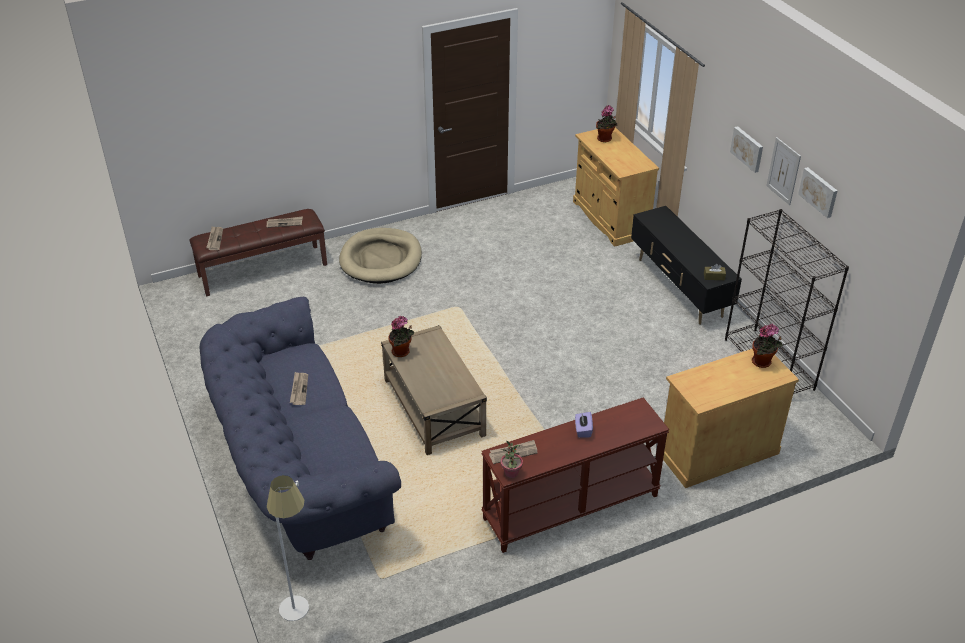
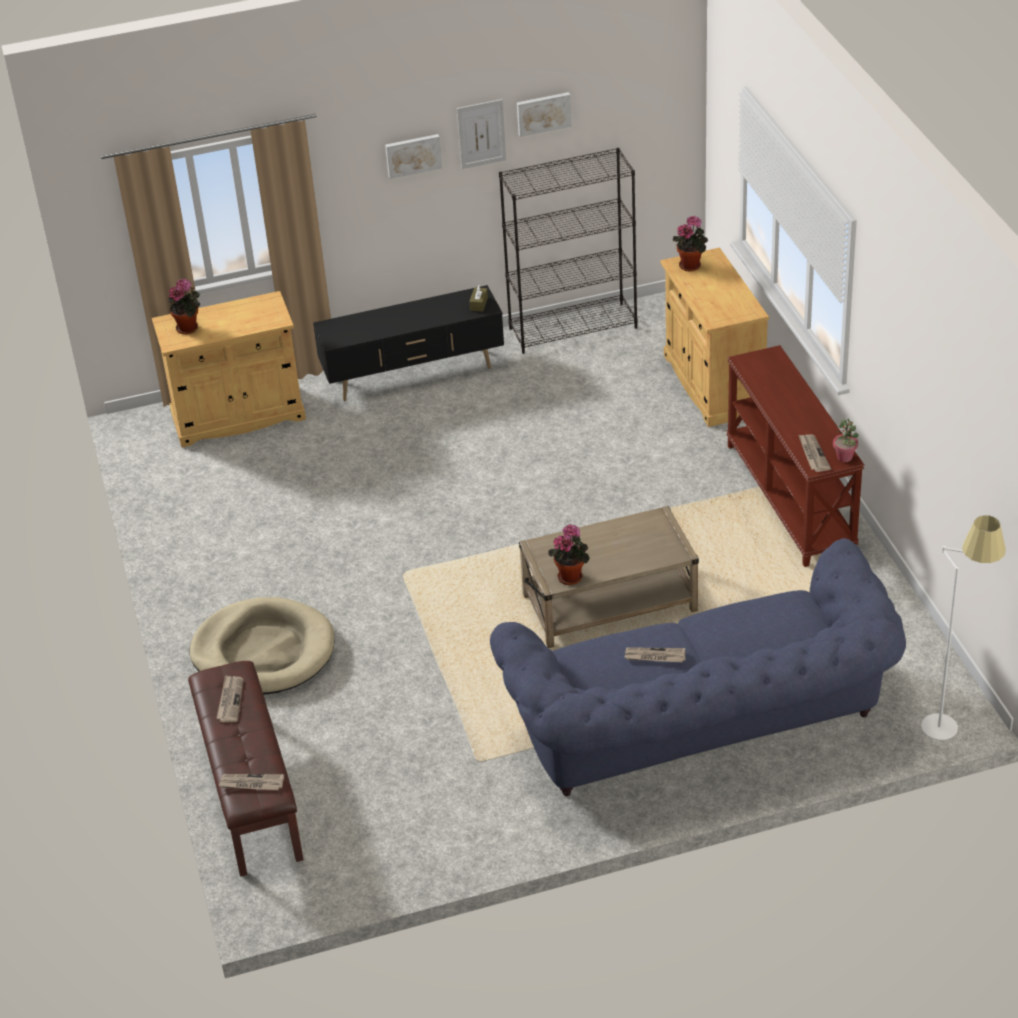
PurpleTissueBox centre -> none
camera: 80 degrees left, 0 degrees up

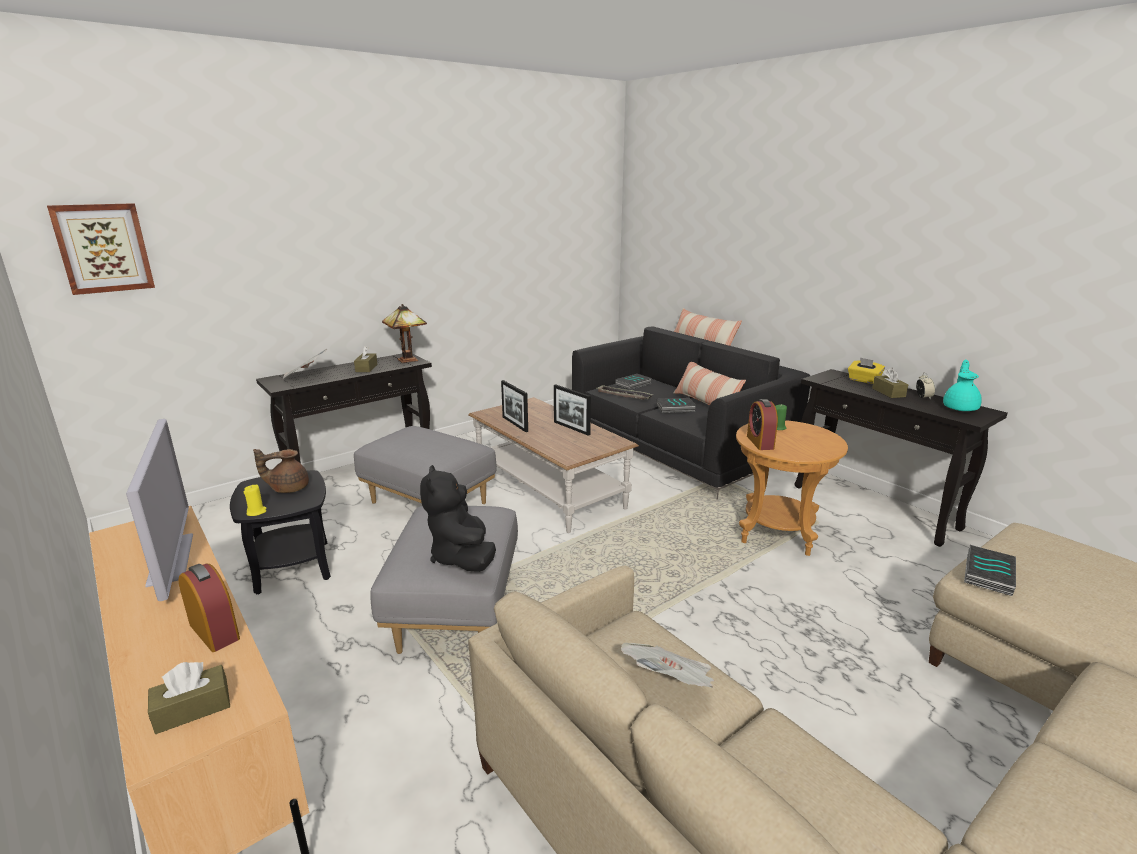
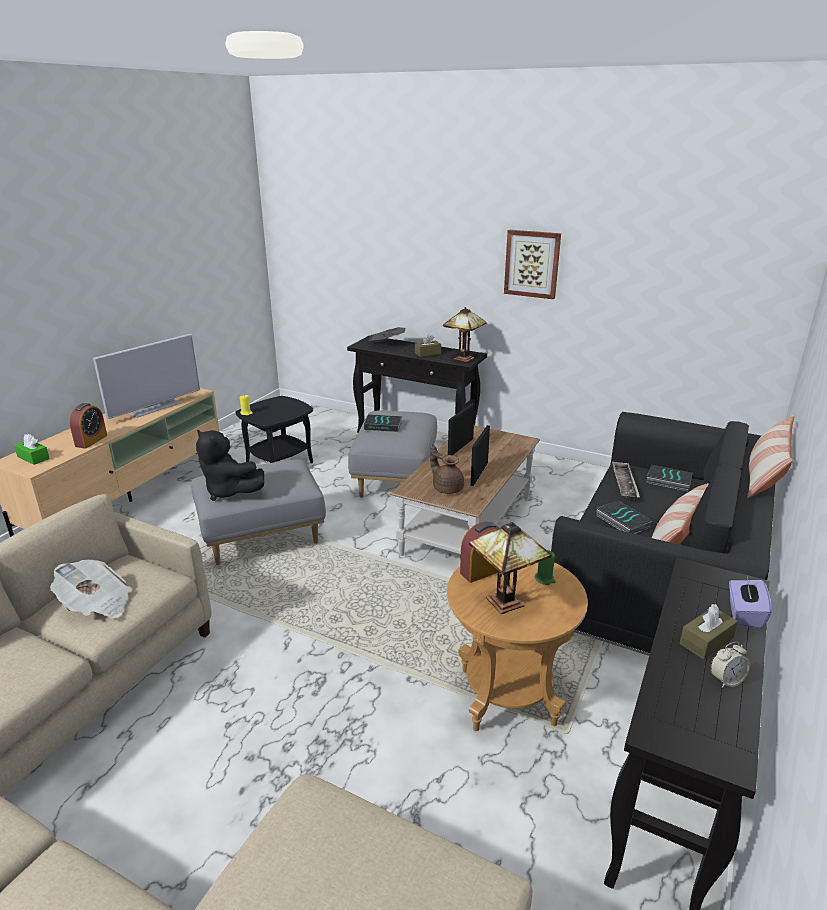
Picture top left -> Picture top centre, moved
YellowTissueBox middle right -> PurpleTissueBox middle right
TurquoiseTeapot middle right -> none
BrownTeapot middle left -> BrownTeapot centre, moved
BlackPlushToy centre -> BlackPlushToy middle left, 105 degrees counterclockwise
Book (3rd from left in the first image) bottom right -> Book (1st from left) centre, moved
BrownTissueBox (1st from left) bottom left -> GreenTissueBox middle left
none -> TableLamp (2nd from left) centre
camera: 65 degrees right, 5 degrees up

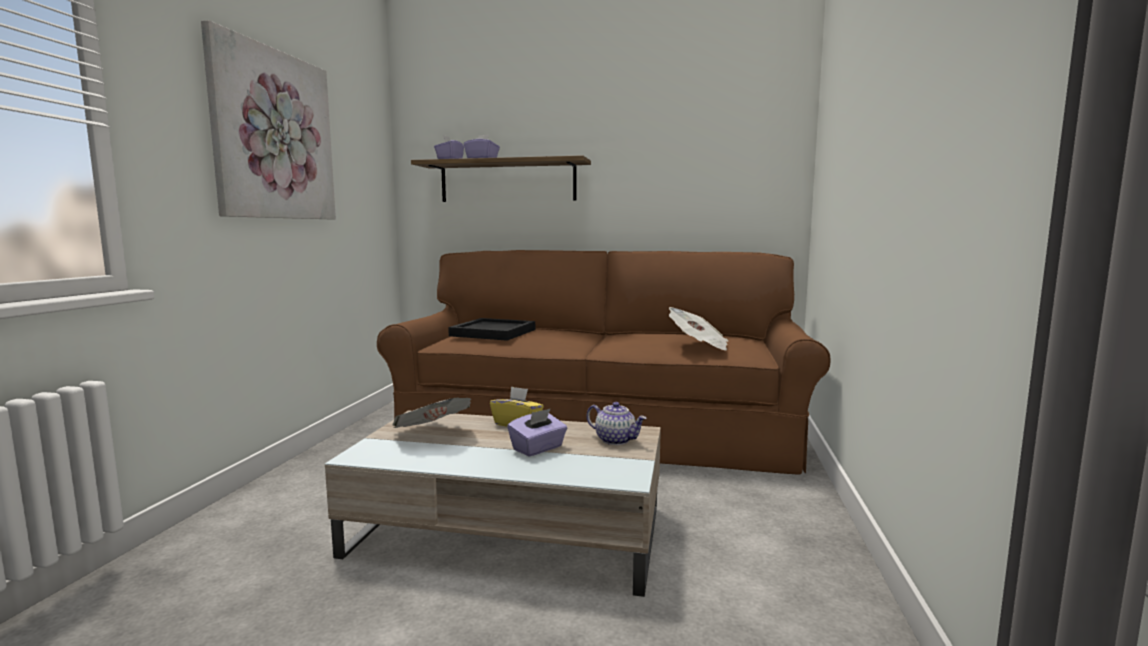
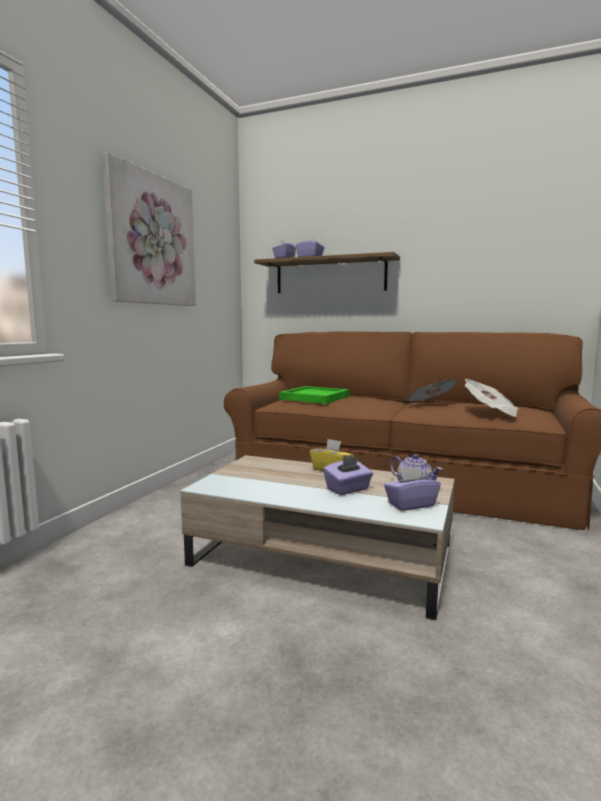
BlackTray centre -> GreenTray centre
Newspaper (1st from left) centre -> Newspaper (1st from left) middle right, moved
none -> PurpleTissueBox (4th from left) middle right
camera: 10 degrees right, 0 degrees up

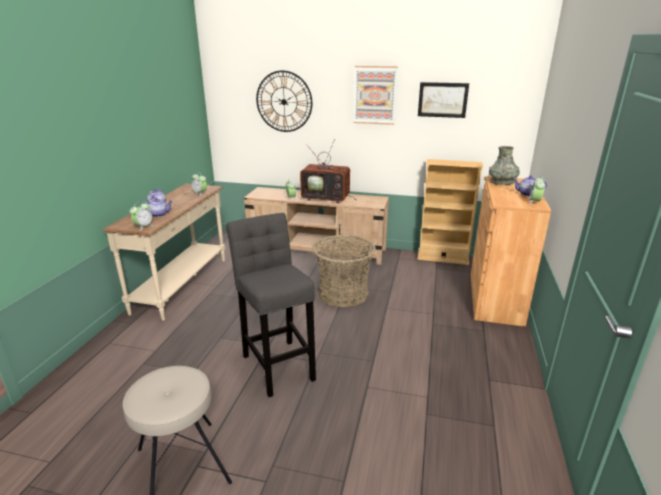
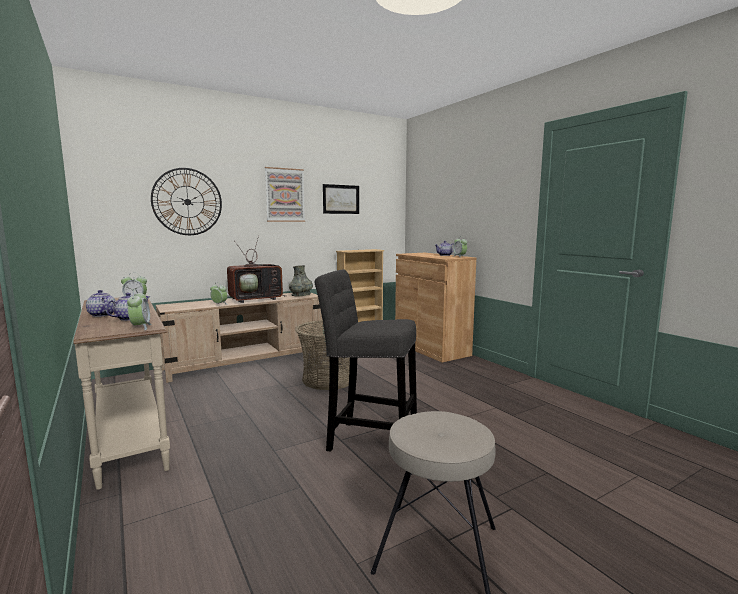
GreyVase middle right -> GreyVase centre, moved
camera: 45 degrees left, 15 degrees down

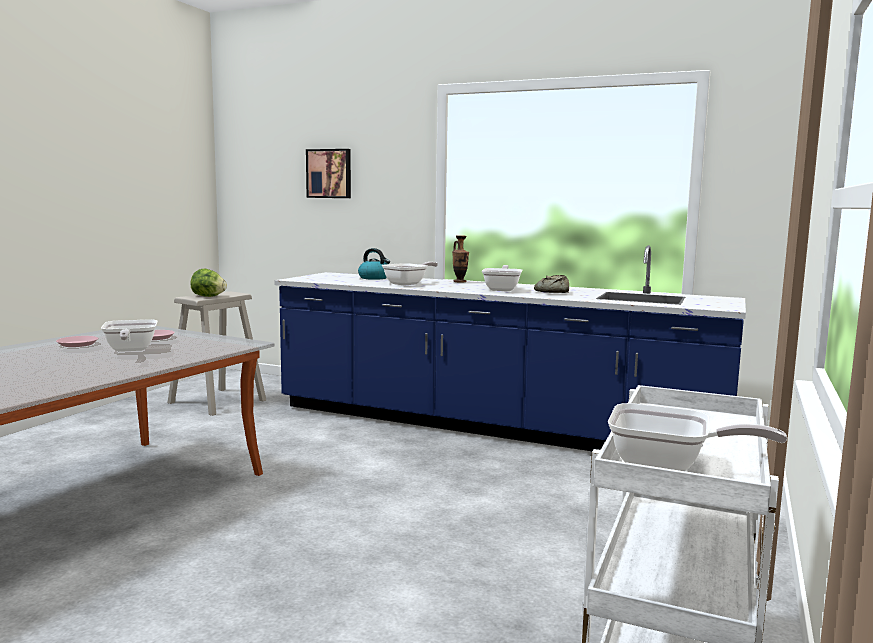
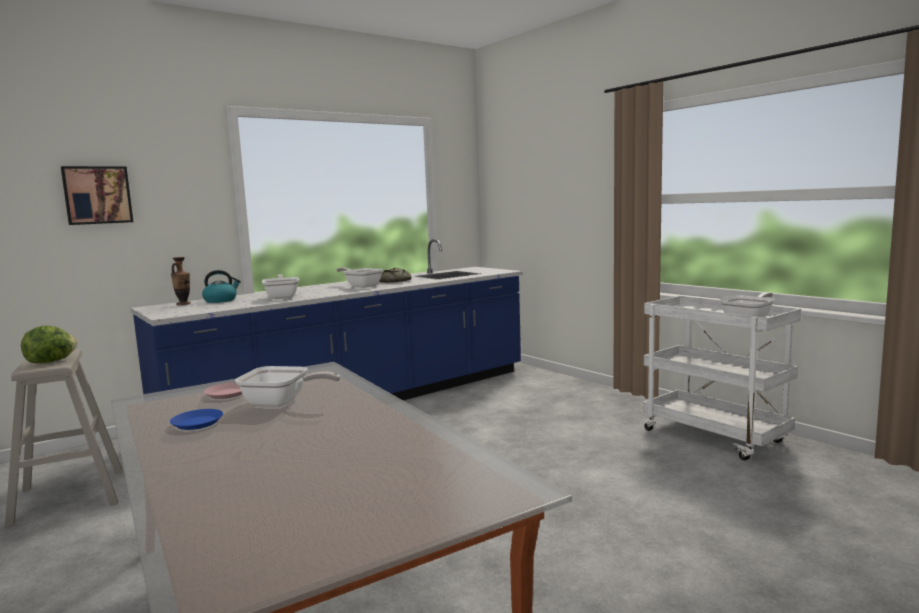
Vase centre -> Vase middle left, moved
PinkPlate (1st from left) middle left -> BluePlate bottom left
camera: 60 degrees left, 0 degrees up

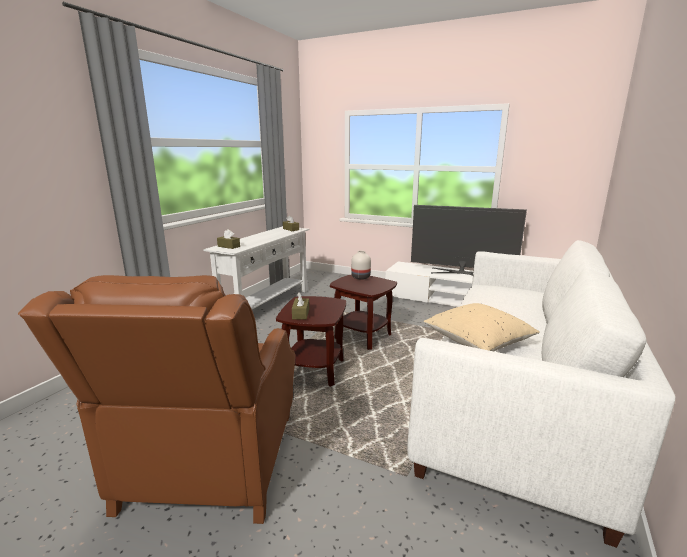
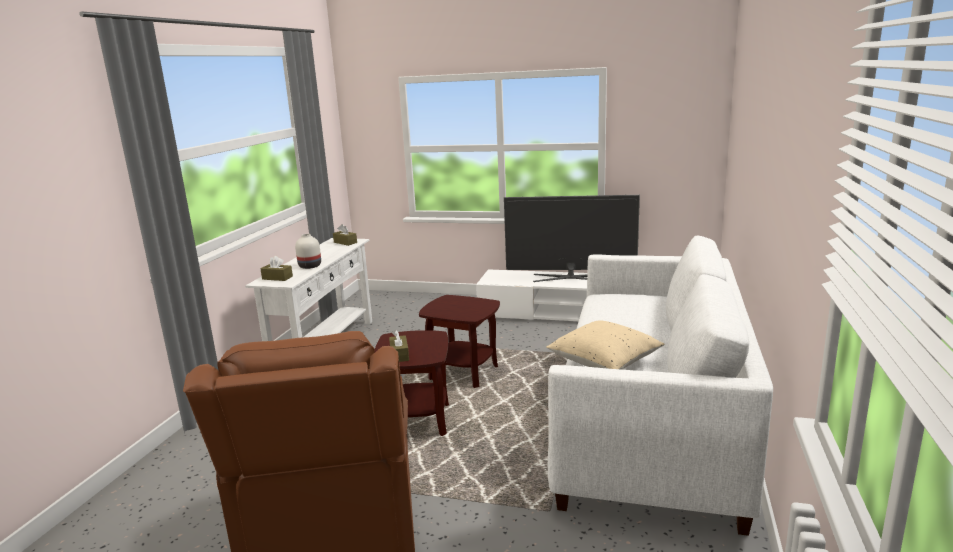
WhiteVase centre -> WhiteVase middle left, moved
camera: 10 degrees left, 0 degrees up

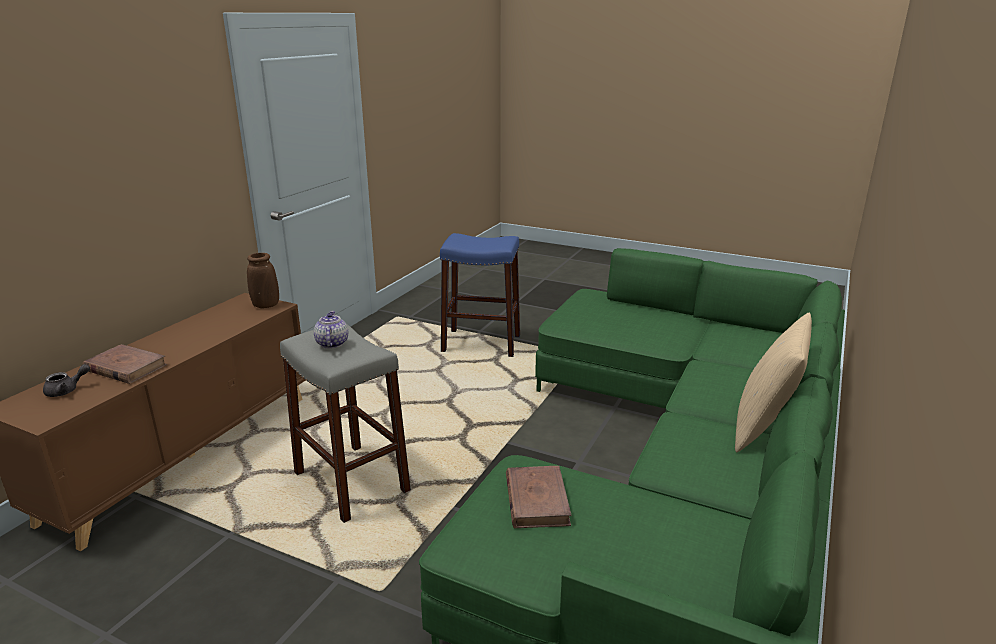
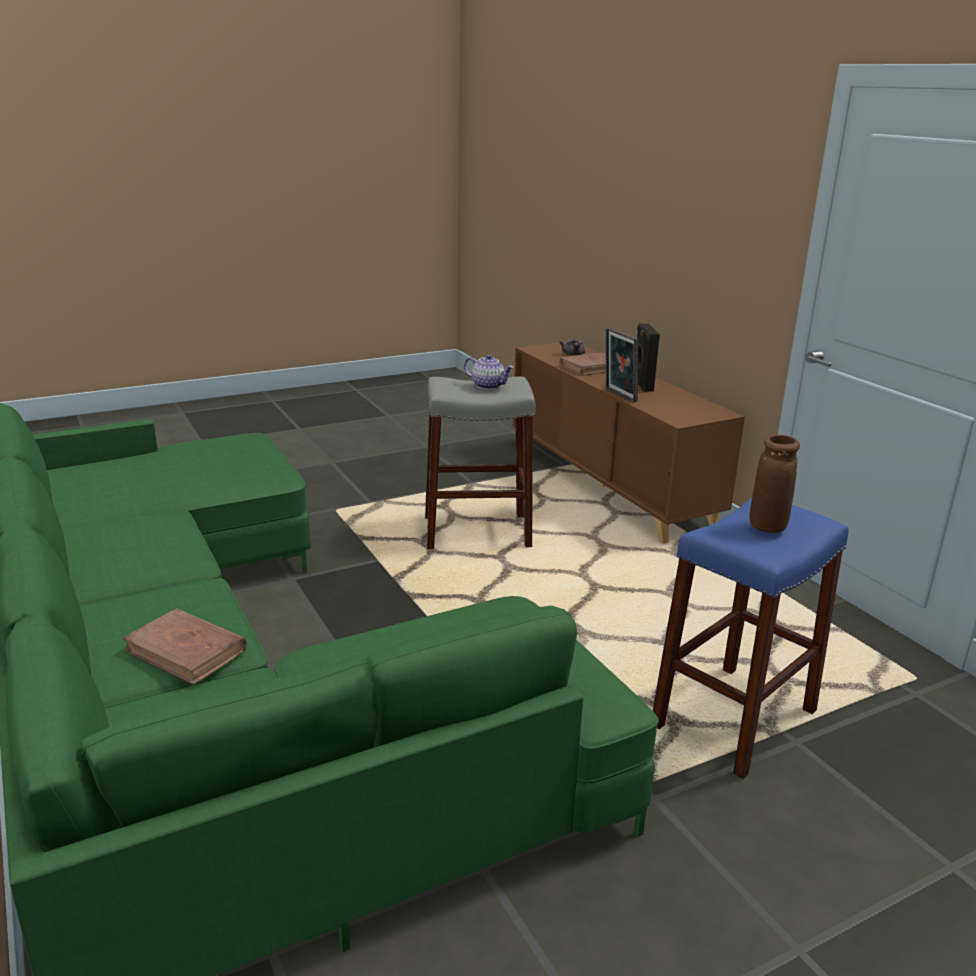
BrownVase middle left -> BrownVase middle right, moved
BeigePillow middle right -> none
BrownBook (2nd from left in the first image) bottom centre -> BrownBook (1st from left) middle left, moved
none -> BlackSpeaker centre
none -> PictureFrame centre
camera: 125 degrees right, 0 degrees up

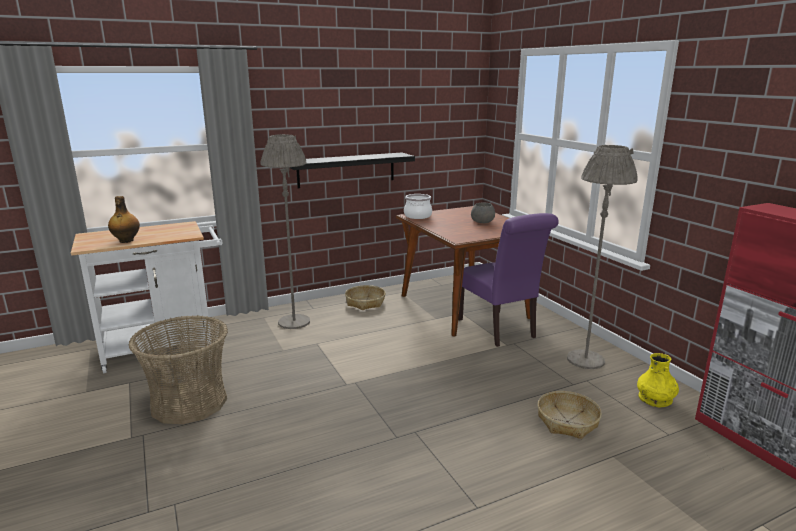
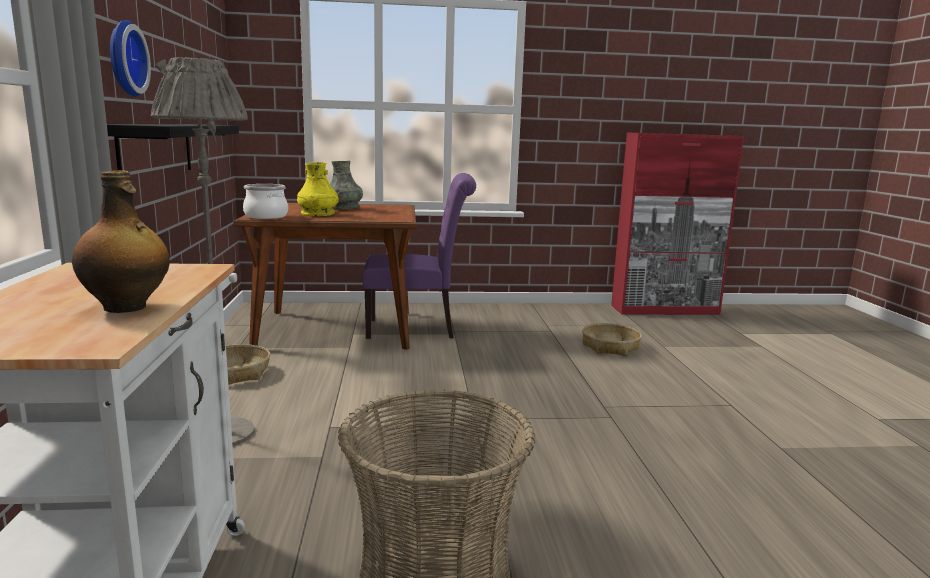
GreyFloorLamp (2nd from left) middle right -> none
GreyBowl centre -> GreyVase top centre
YellowVase bottom right -> YellowVase top centre, moved
none -> WallClock top left
camera: 70 degrees left, 5 degrees down

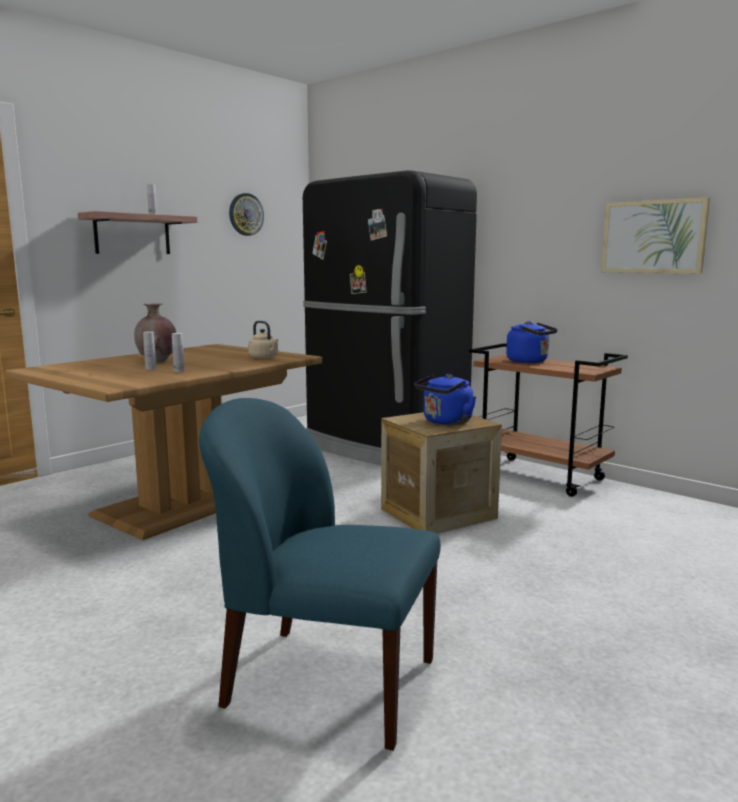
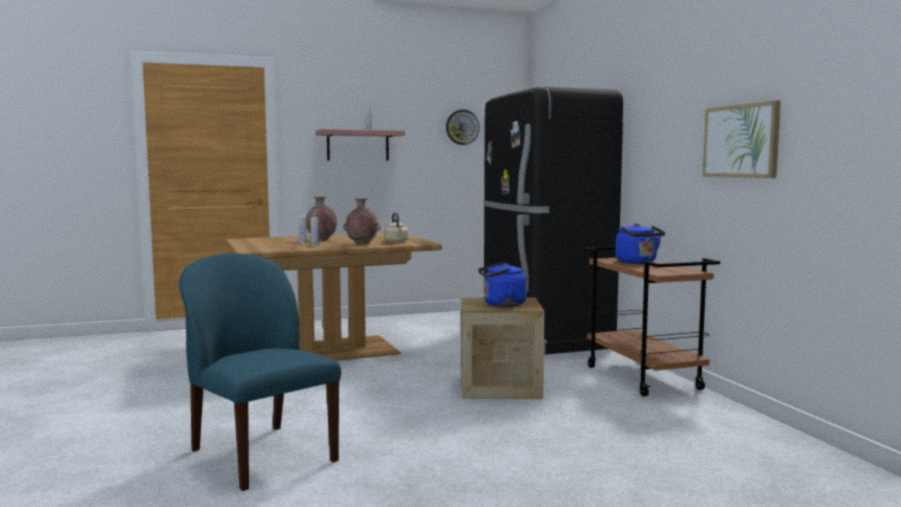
none -> BrownVase (2nd from left) centre
camera: 30 degrees right, 5 degrees down

